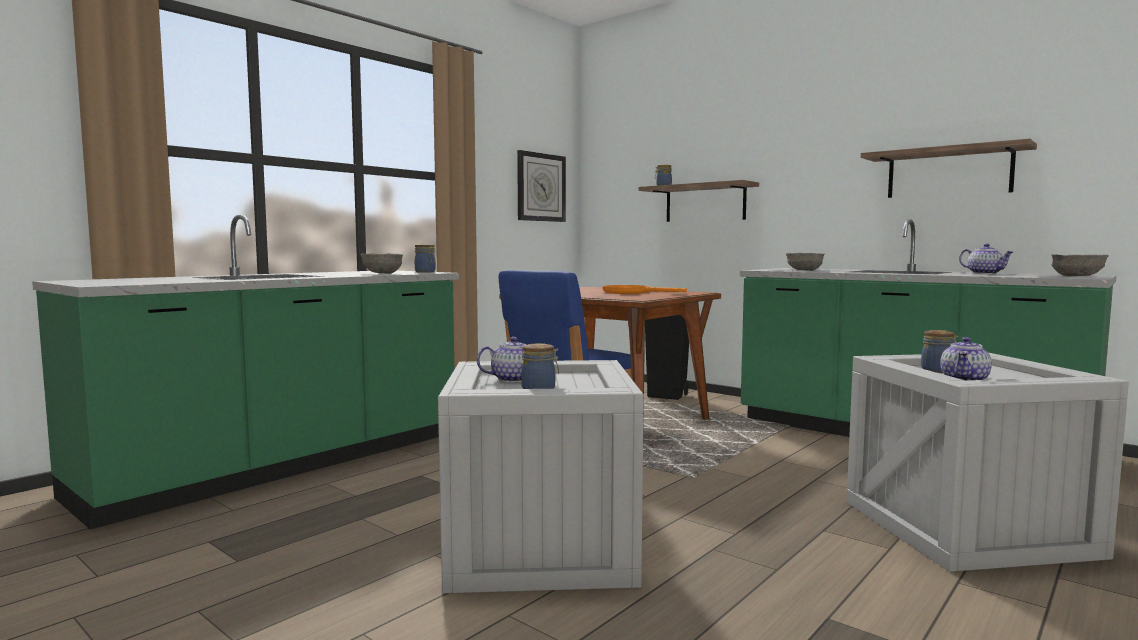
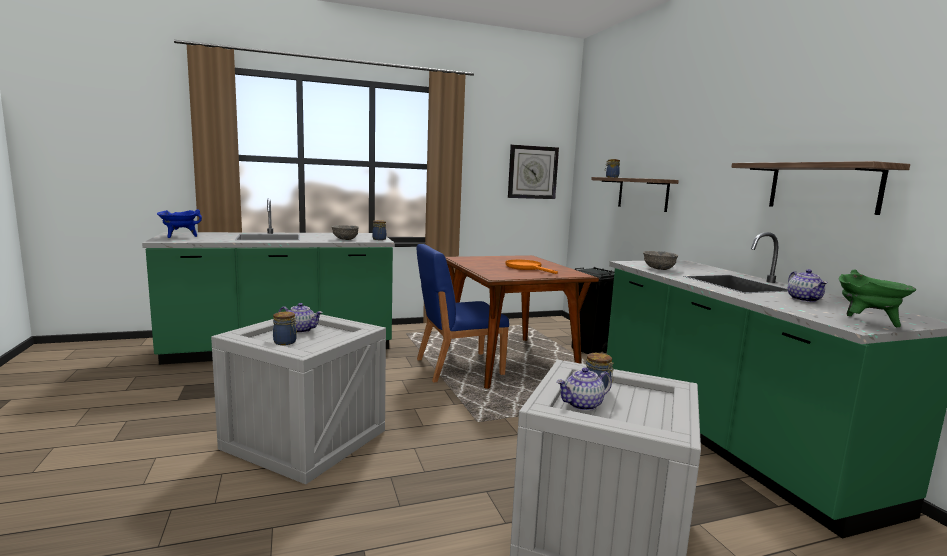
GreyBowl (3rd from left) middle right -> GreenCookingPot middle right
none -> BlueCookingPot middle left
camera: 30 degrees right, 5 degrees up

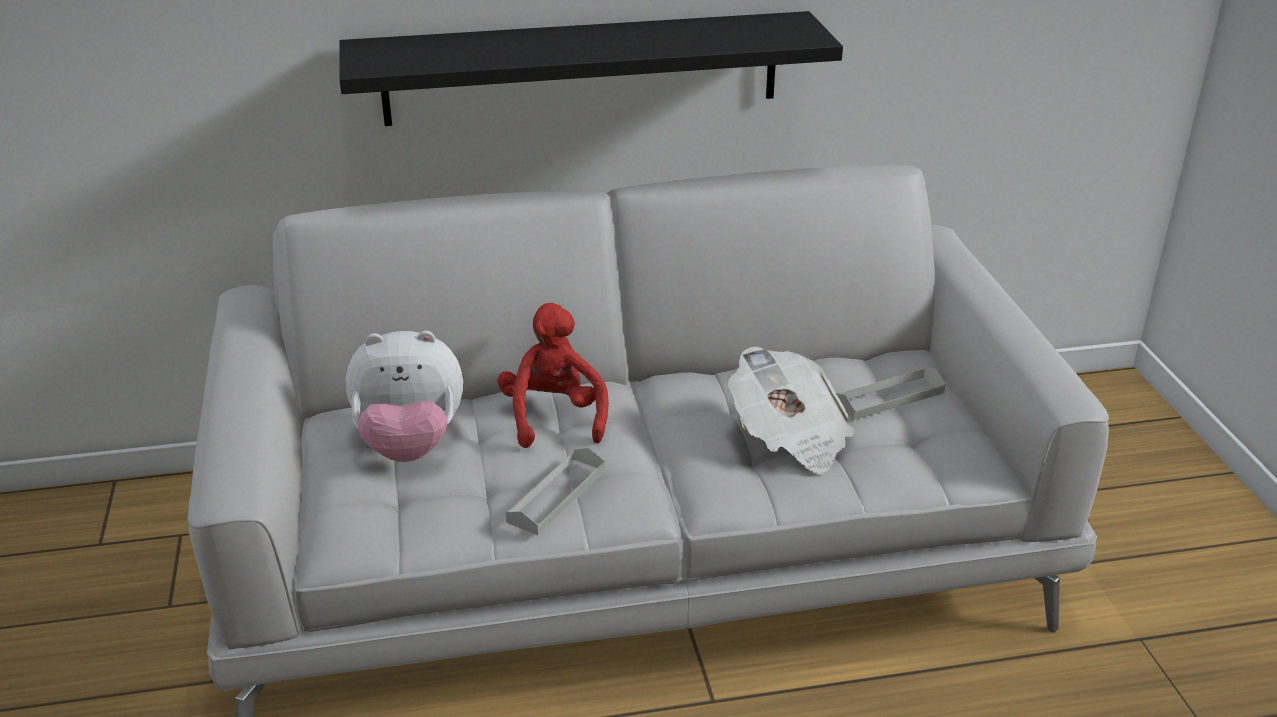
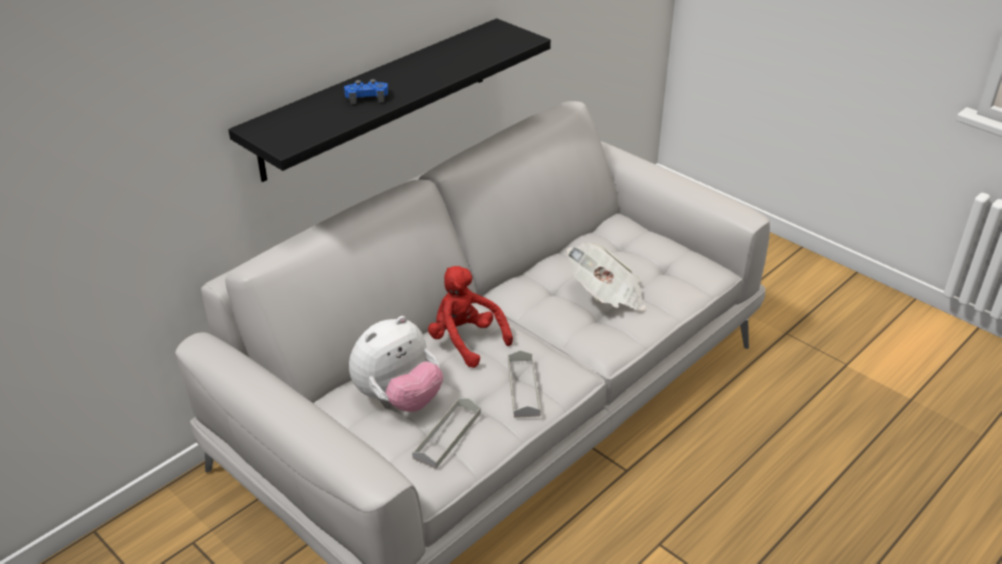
GreyTray (2nd from left in the first image) middle right -> GreyTray (1st from left) bottom centre, moved
none -> BlueGameController top centre
camera: 35 degrees left, 5 degrees up

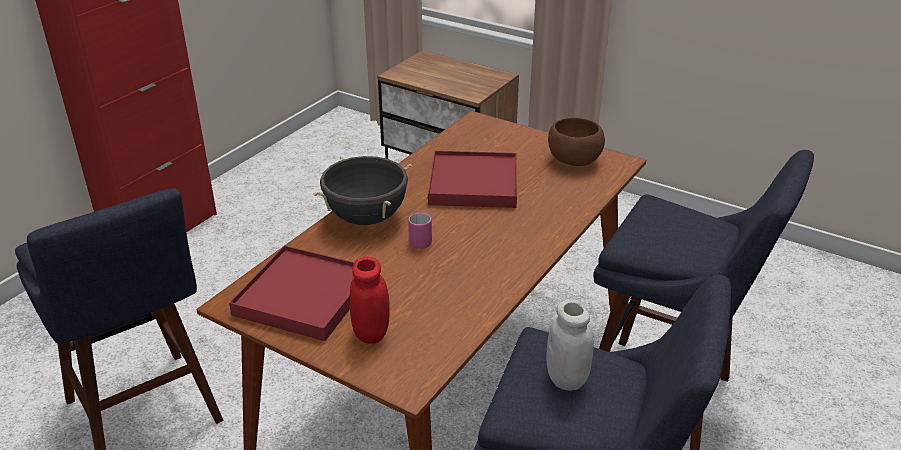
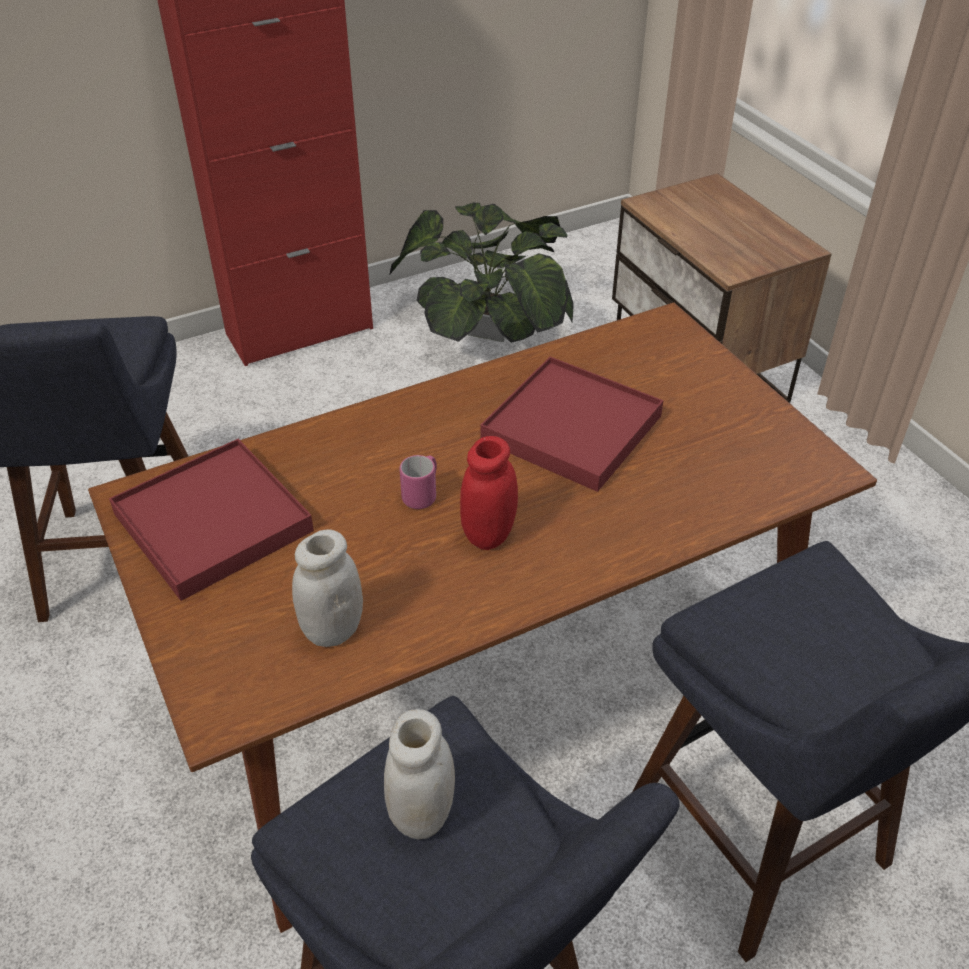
BrownBowl top centre -> none
BlackCookingPot centre -> none
RedJar bottom centre -> RedJar centre, moved
none -> PottedPlant top centre
none -> WhiteJar (1st from left) centre
camera: 30 degrees right, 10 degrees up

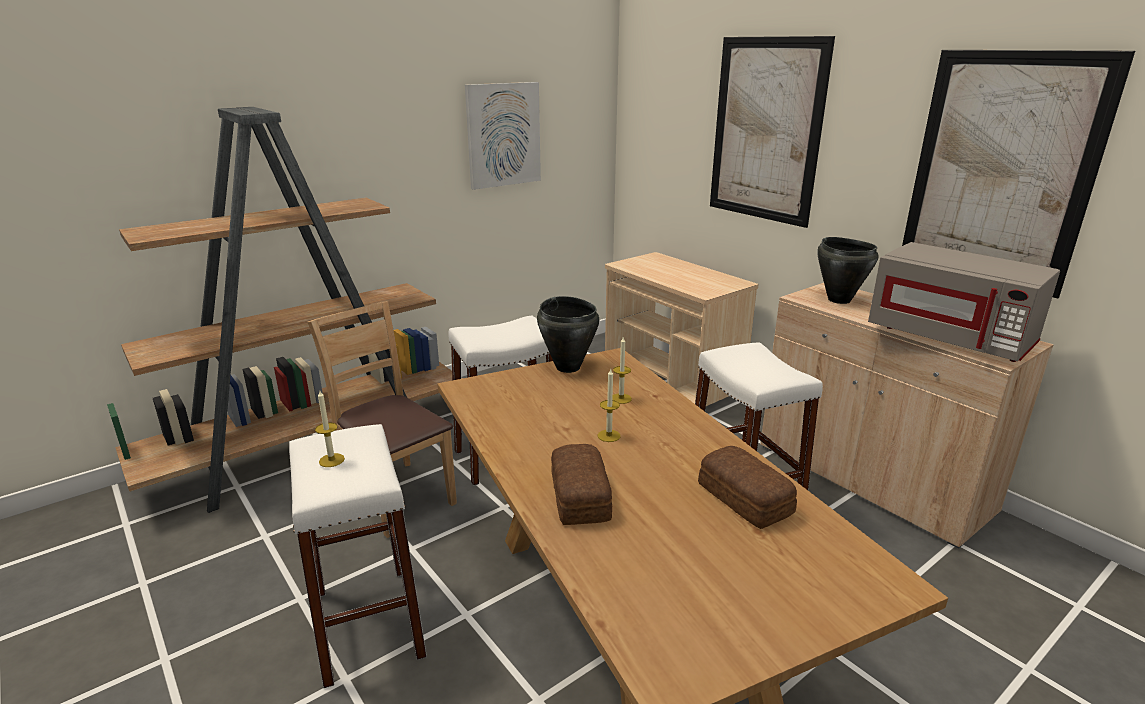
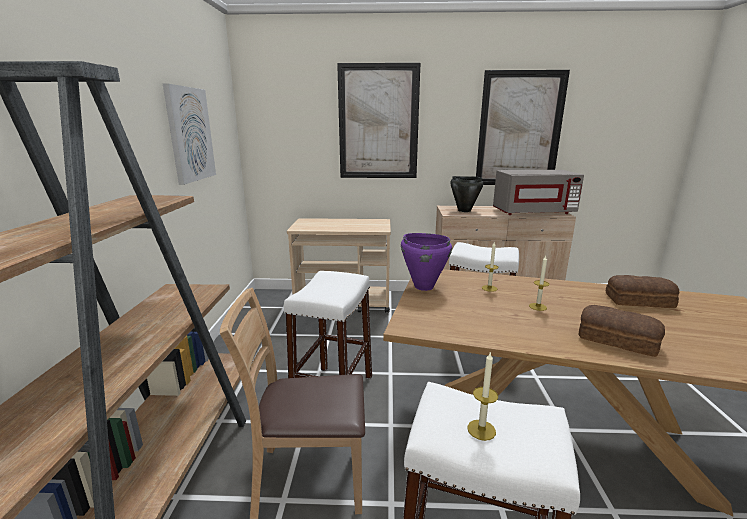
BlackCookingPot (1st from left) centre -> PurpleCookingPot centre
camera: 50 degrees left, 5 degrees down

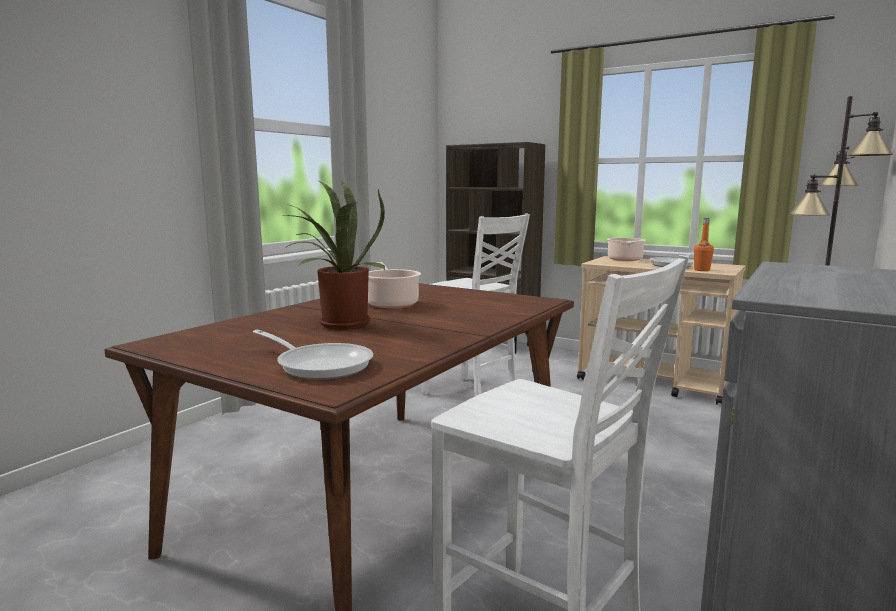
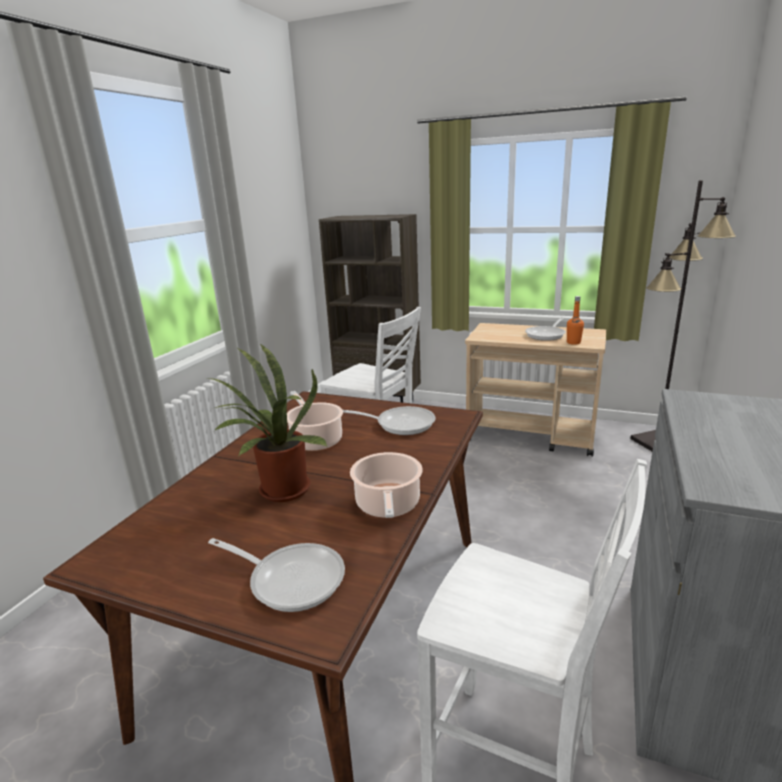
CookingPot (2nd from left) middle right -> CookingPot (2nd from left) centre, moved
none -> FryingPan (2nd from left) centre
camera: 10 degrees left, 10 degrees up

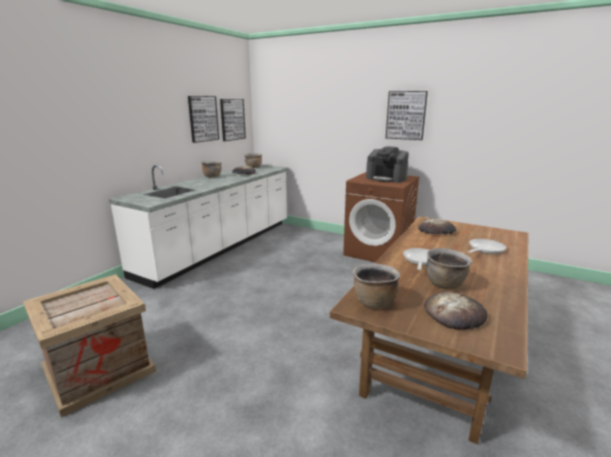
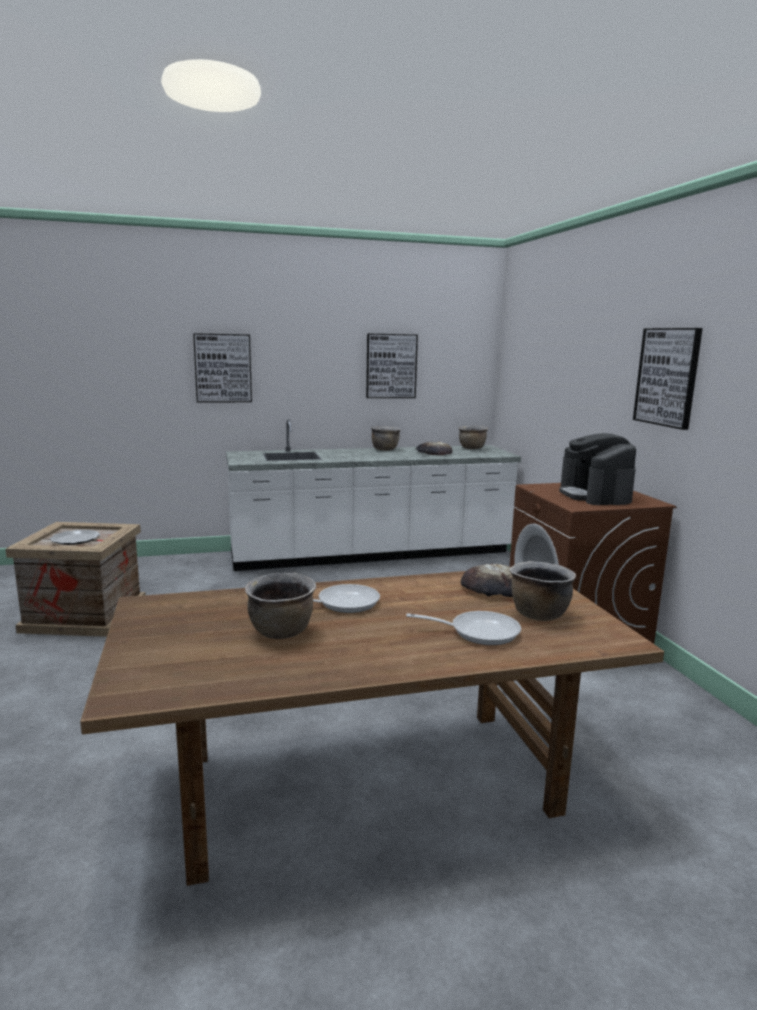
Picture (2nd from left in the first image) top centre -> Picture (1st from left) middle left, moved
BrownCookingPot (3rd from left in the first image) centre -> BrownCookingPot (4th from left) middle right, moved
Bread (3rd from left) bottom right -> none
none -> Plate middle left
camera: 45 degrees right, 5 degrees down

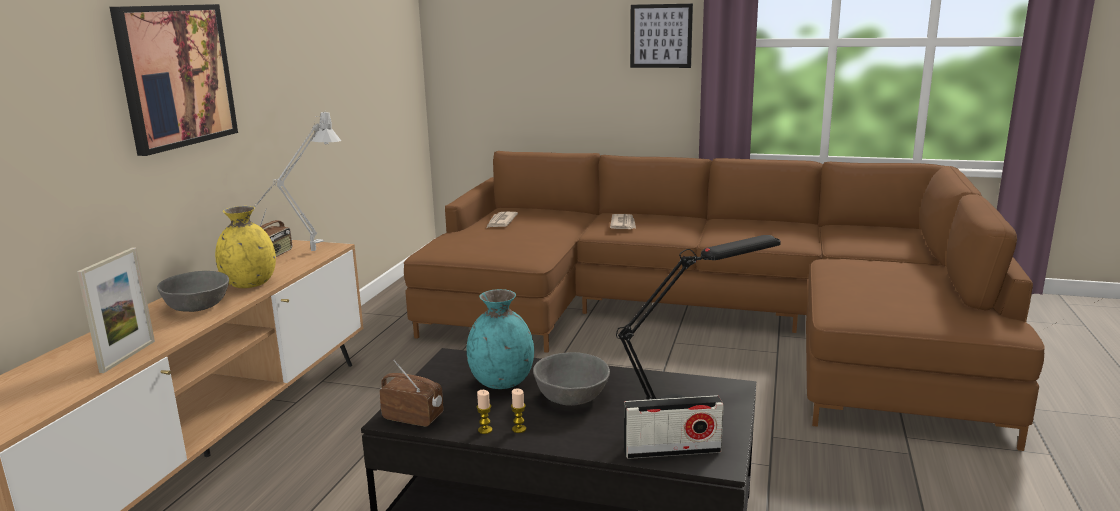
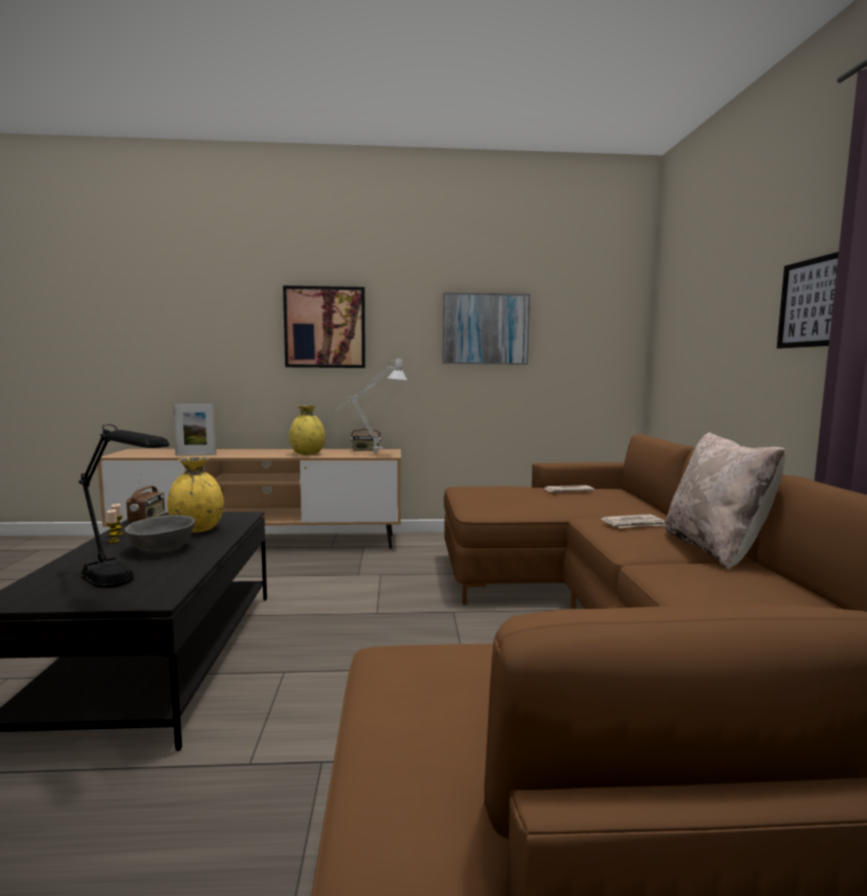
GreyBowl (1st from left) middle left -> none
TurquoiseVase centre -> YellowVase (1st from left) middle left
Radio (3rd from left) bottom centre -> none
none -> Picture (2nd from left) centre
none -> BeigePillow middle right
camera: 70 degrees right, 10 degrees down

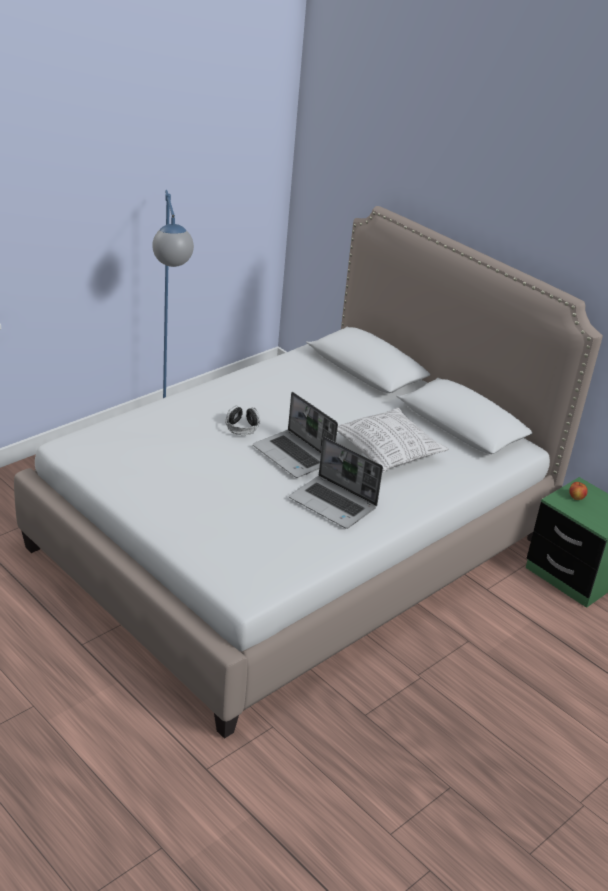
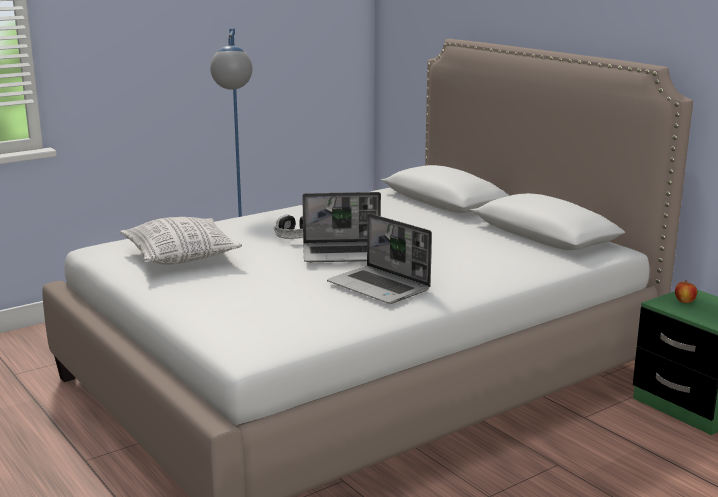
Laptop (1st from left) centre, 60 degrees counterclockwise
Pillow centre -> Pillow middle left, moved
camera: 10 degrees right, 15 degrees down

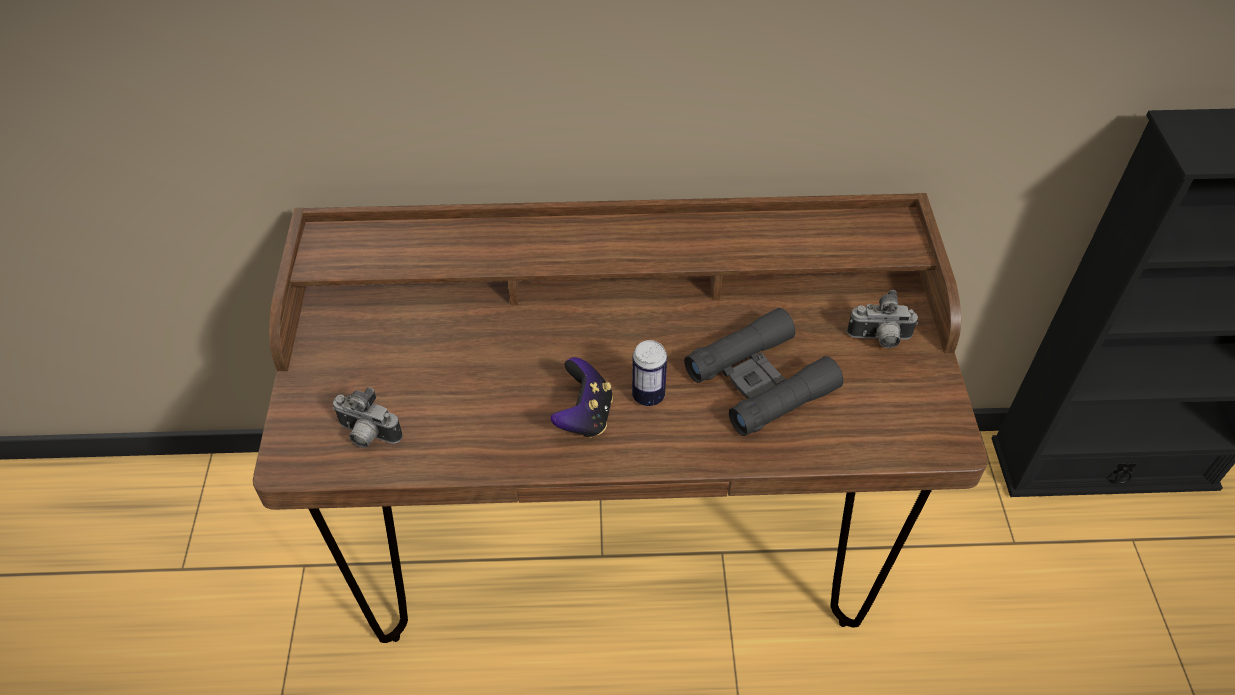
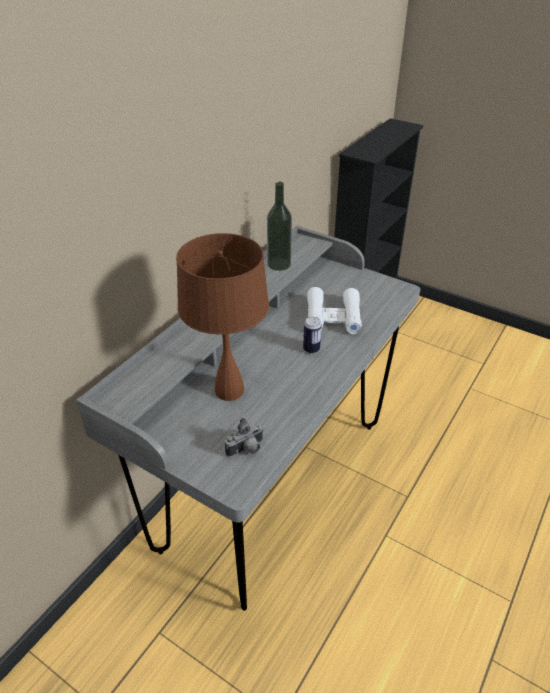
BrownDesk centre -> GreyDesk centre
PhotoCamera (2nd from left) middle right -> none
BlackBinoculars centre -> WhiteBinoculars centre
GameController centre -> none
none -> Bottle top centre
none -> BrownTableLamp centre
camera: 55 degrees left, 10 degrees down

